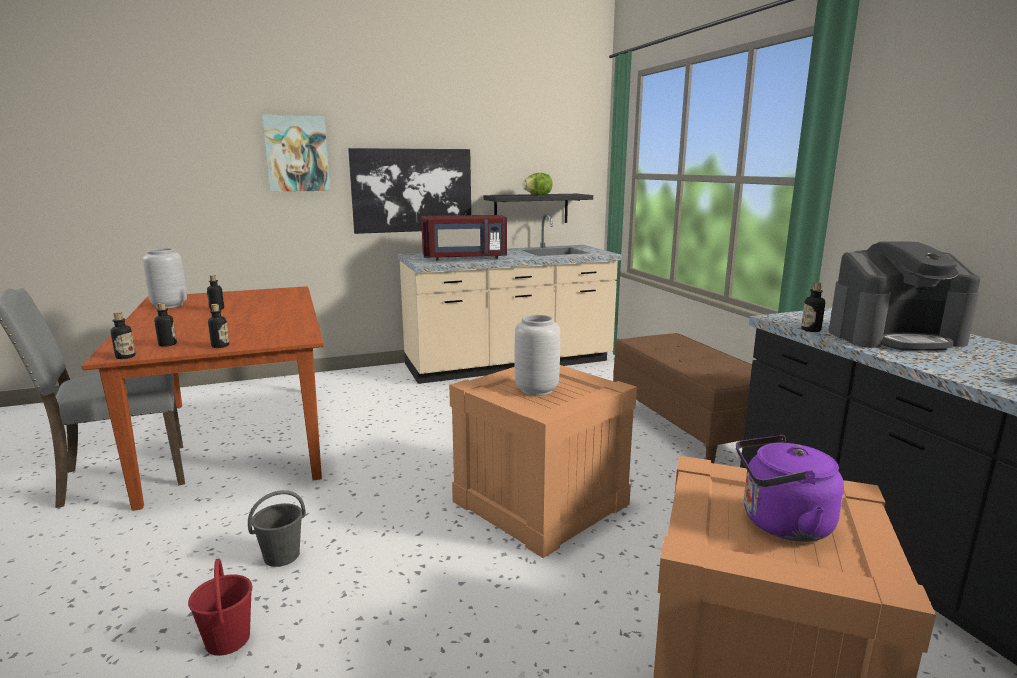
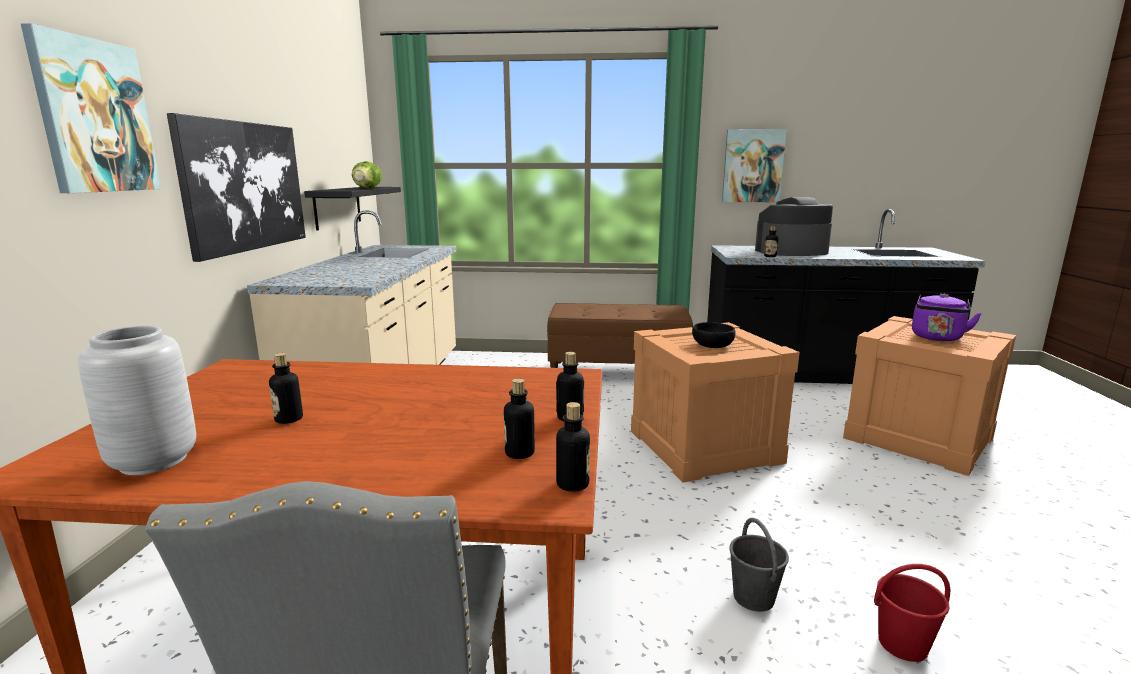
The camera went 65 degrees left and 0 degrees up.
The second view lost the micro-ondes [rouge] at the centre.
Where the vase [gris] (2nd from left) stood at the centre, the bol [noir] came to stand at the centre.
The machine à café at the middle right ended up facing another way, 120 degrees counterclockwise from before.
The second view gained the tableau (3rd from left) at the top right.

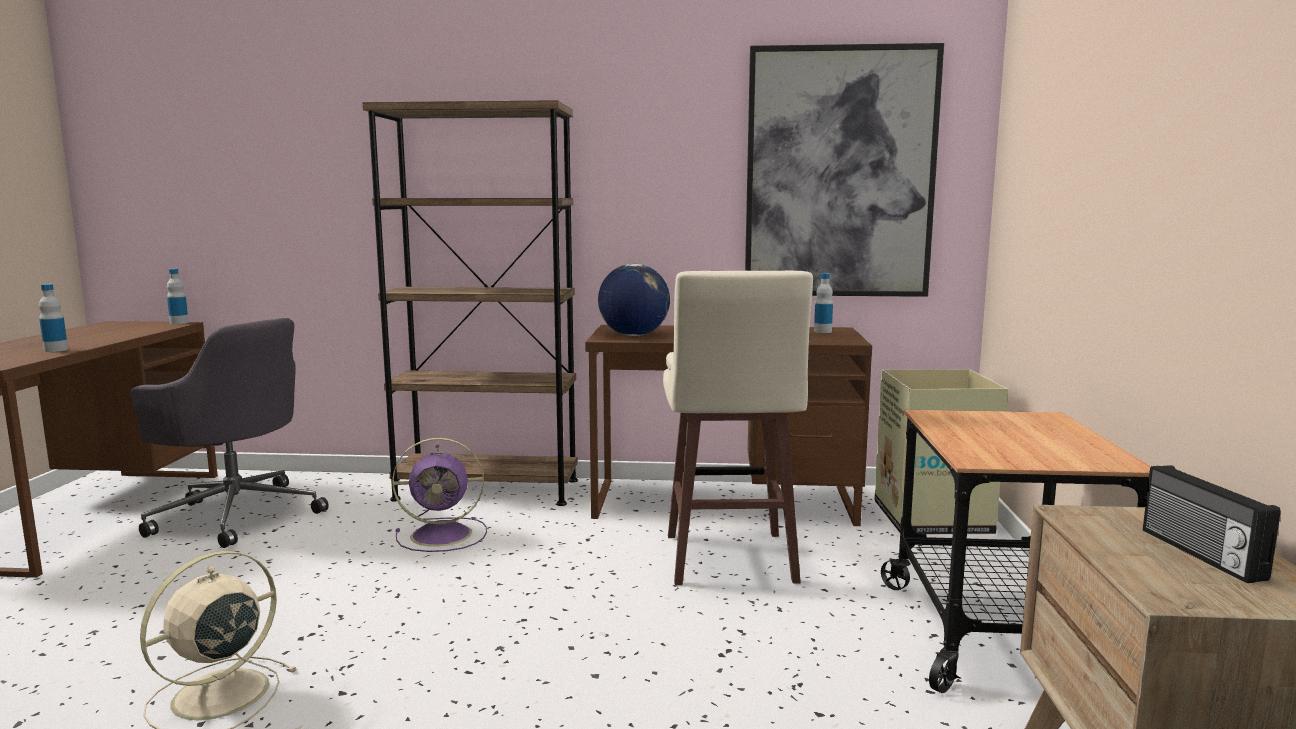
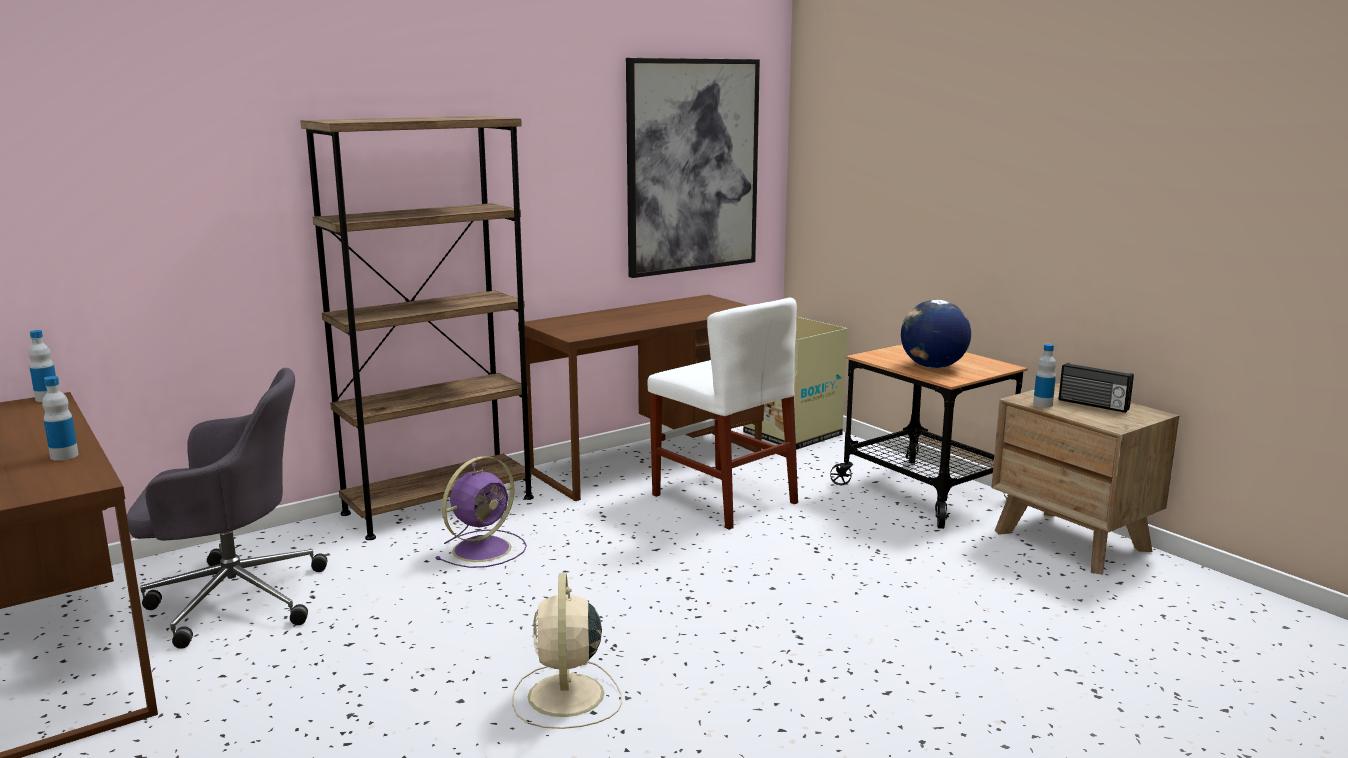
The camera went 40 degrees left and 5 degrees up.
The globe ended up elsewhere, having gone from the centre to the middle right.
Where the tabouret [beige] stood at the centre, the chaise [blanc] came to stand at the centre.
The bouteille (3rd from left) ended up elsewhere, having gone from the centre to the middle right.

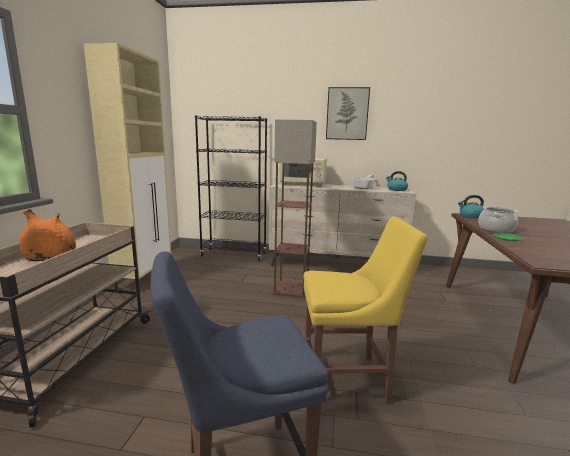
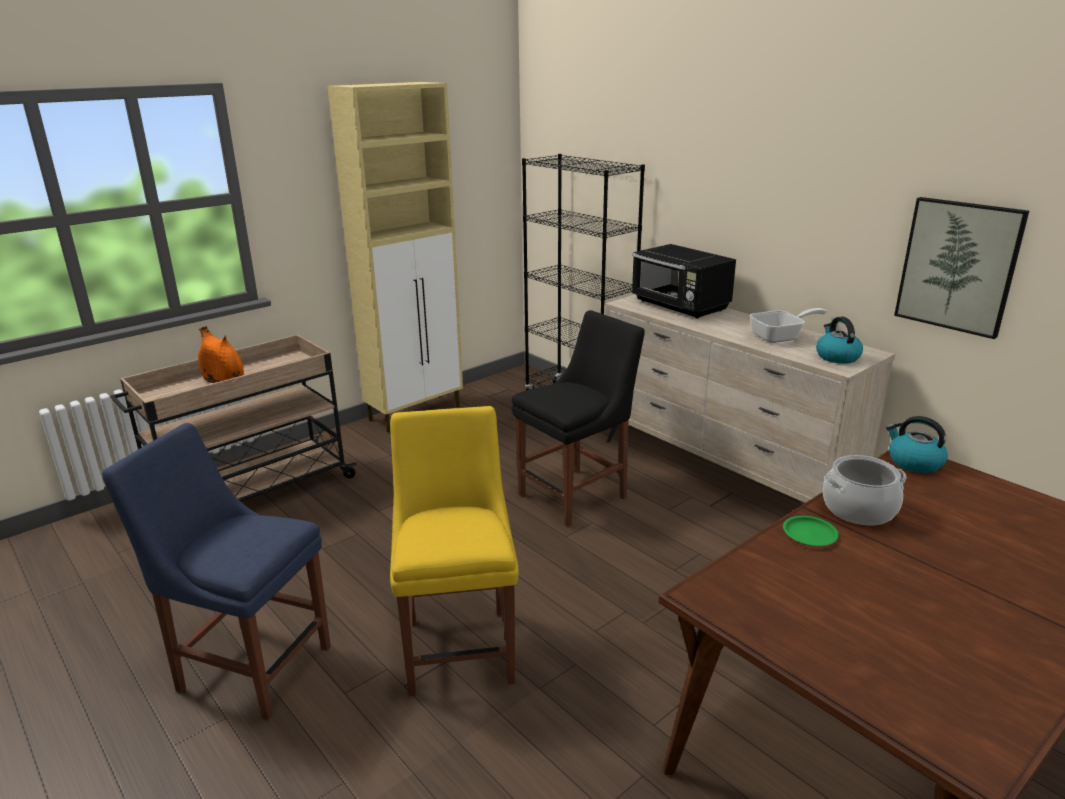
The camera went 40 degrees right and 10 degrees up.
Where the lampadaire stood at the centre, the chaise [noir] came to stand at the centre.
What was the micro-ondes [beige] at the centre turned into the micro-ondes [noir] at the centre.
The chaise [jaune] at the bottom centre ended up facing another way, 135 degrees counterclockwise from before.
The tableau ended up elsewhere, having gone from the top centre to the middle right.

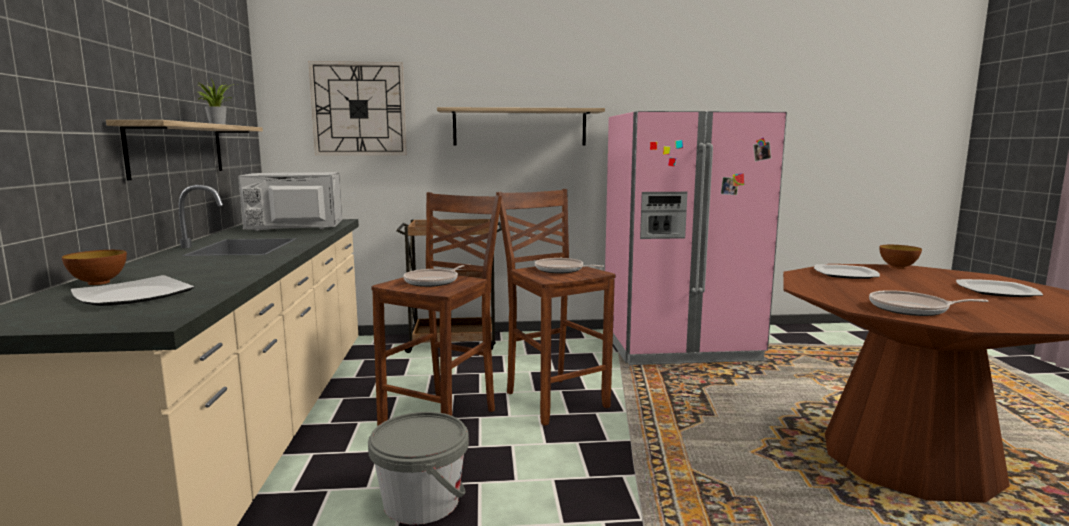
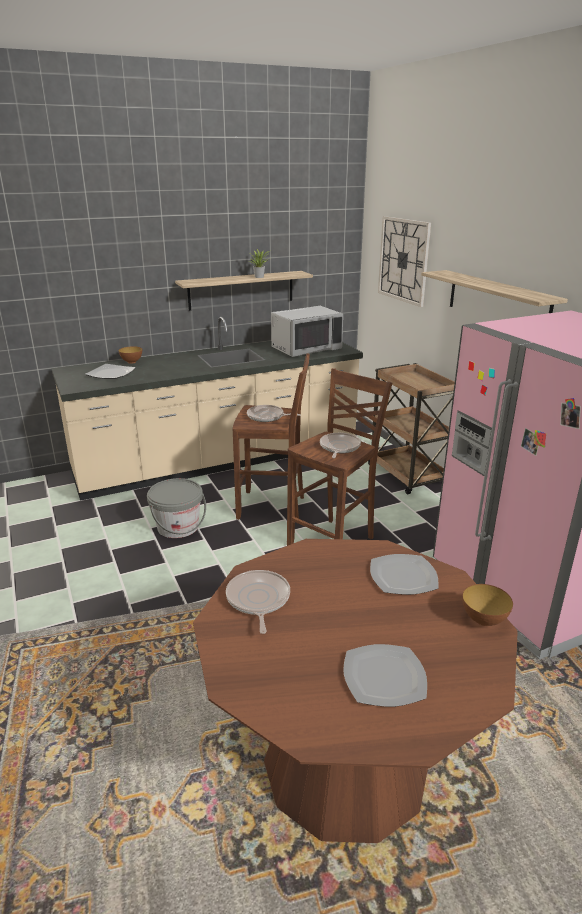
The camera went 70 degrees right and 15 degrees up.
The micro-ondes [gris] at the middle left ended up facing another way, 90 degrees clockwise from before.

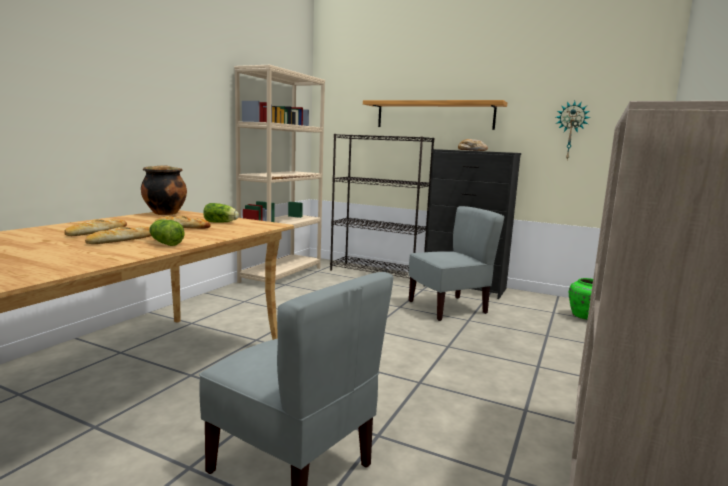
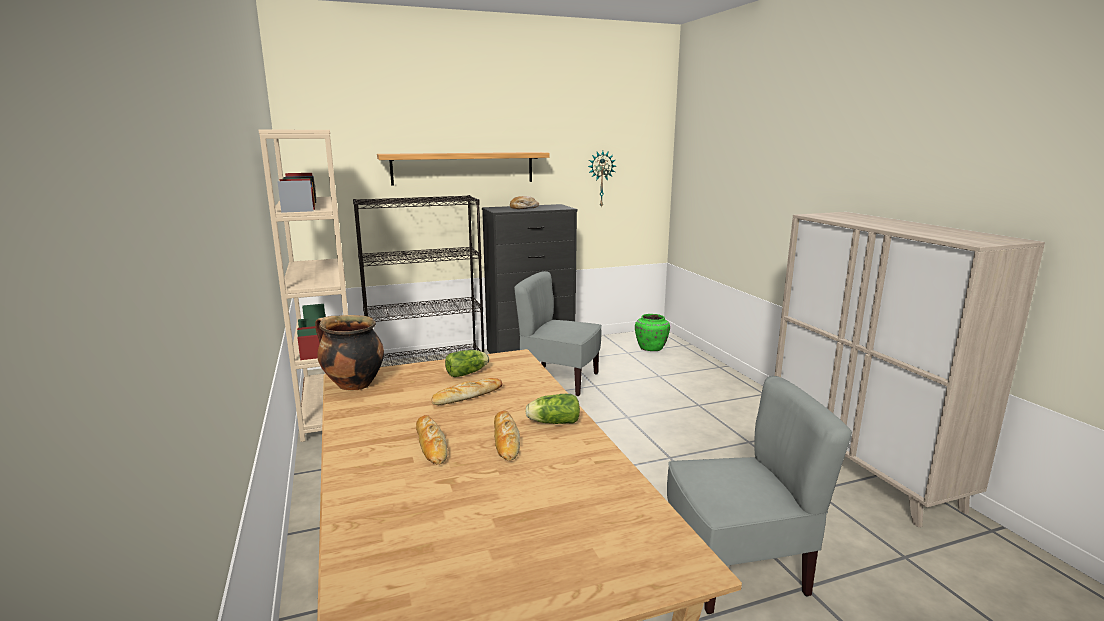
The camera went 45 degrees left and 5 degrees up.
The chaise [gris] (2nd from left in the first image) at the centre ended up facing another way, 90 degrees counterclockwise from before.

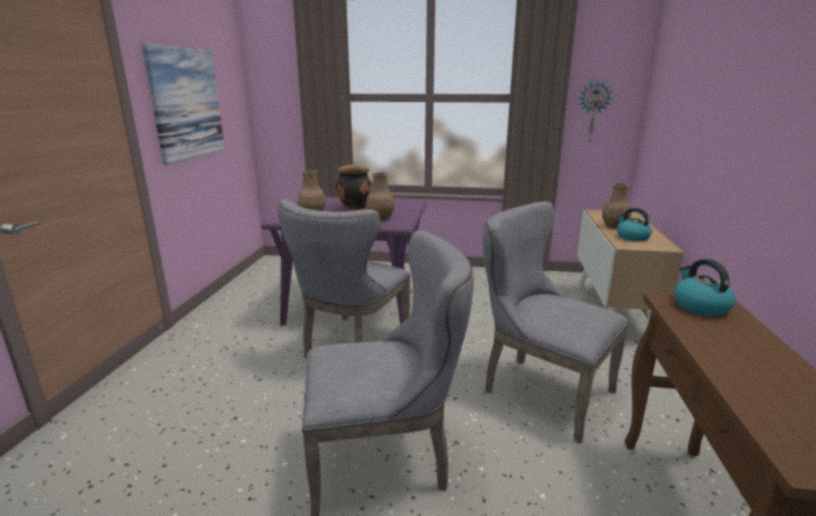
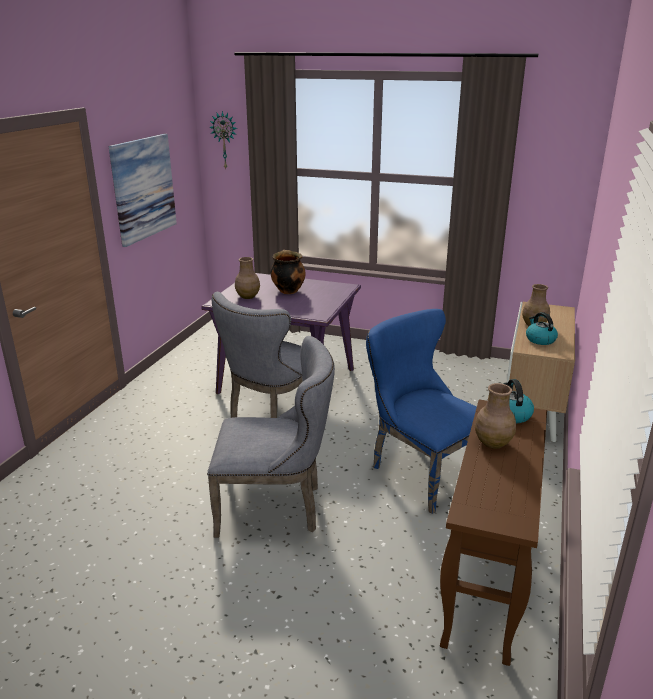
The camera went 10 degrees right and 5 degrees up.
The vase [marron] (2nd from left) ended up elsewhere, having gone from the centre to the middle right.
What was the chaise [gris] (3rd from left) at the middle right turned into the chaise [bleu] at the centre.
The horloge murale ended up elsewhere, having gone from the top right to the top centre.

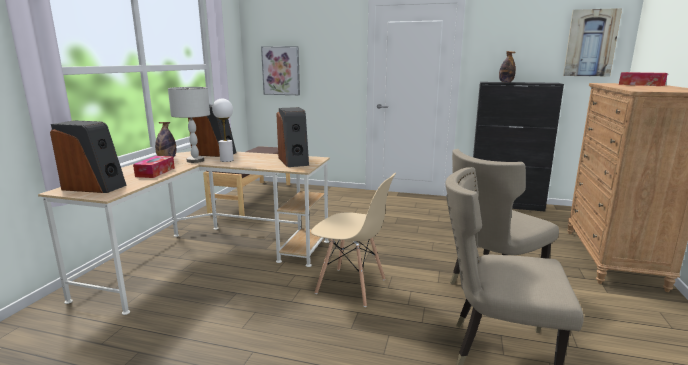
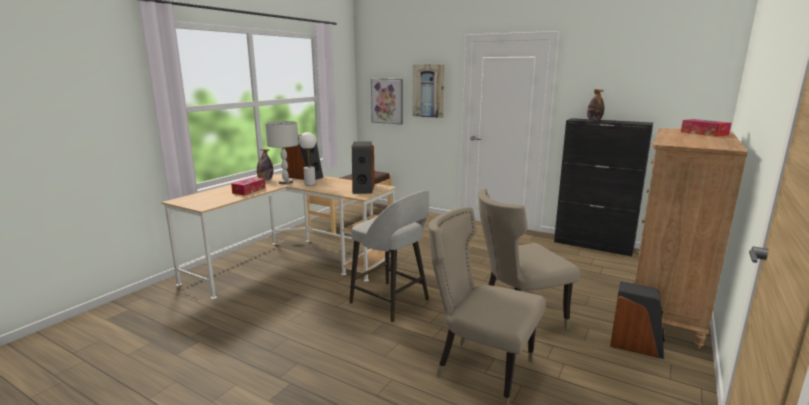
The camera went 15 degrees right and 0 degrees up.
The enceinte (1st from left in the first image) ended up elsewhere, having gone from the middle left to the bottom right.
Where the chaise [beige] (1st from left) stood at the centre, the tabouret [gris] came to stand at the centre.
The tableau (2nd from left) ended up elsewhere, having gone from the top right to the top centre.

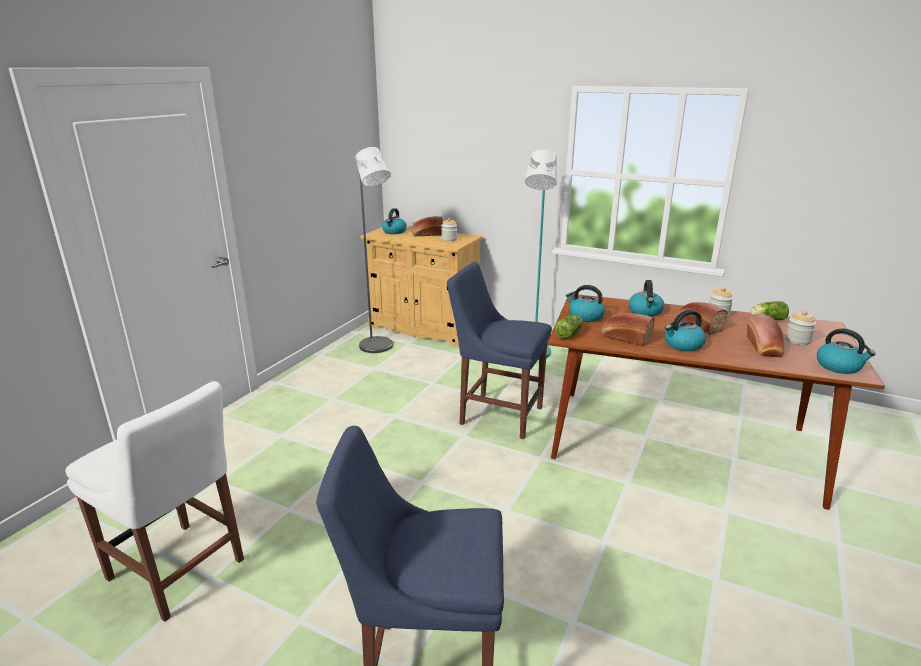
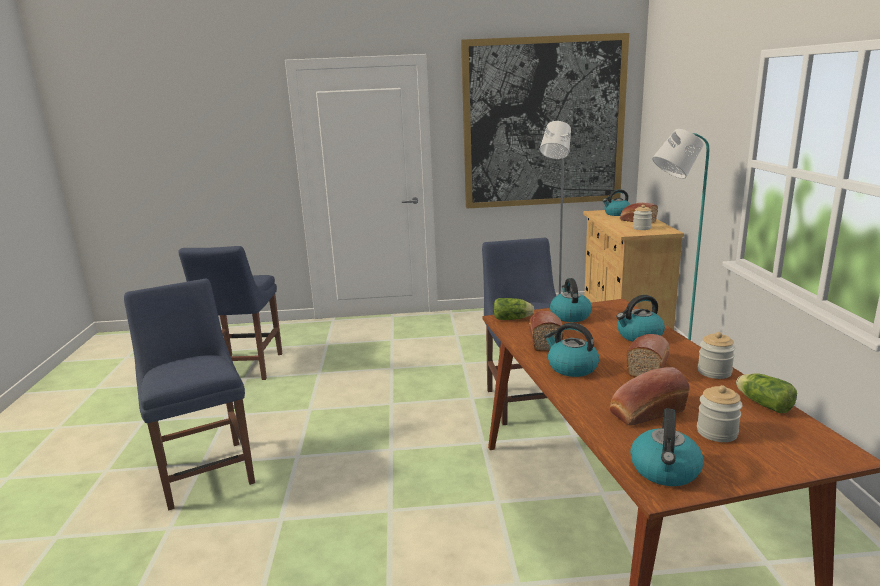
The camera went 60 degrees right and 5 degrees down.
What was the chaise [blanc] at the bottom left turned into the chaise [bleu] (2nd from left) at the middle left.
The second view gained the tableau at the top centre.

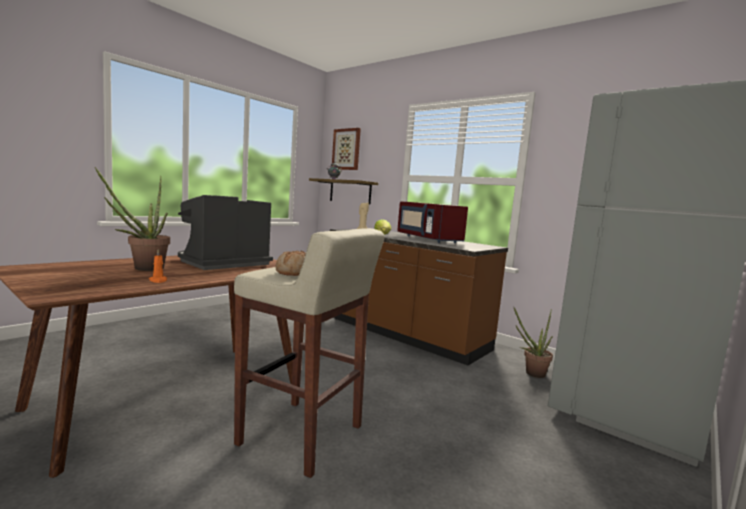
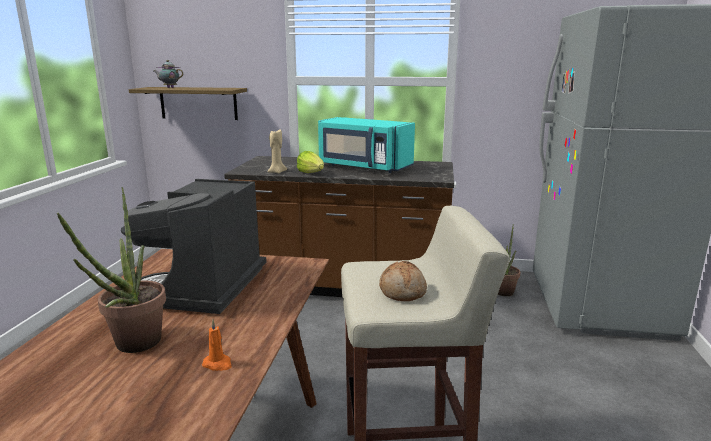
The camera went 30 degrees left and 10 degrees up.
The second view lost the tableau at the top centre.
What was the micro-ondes [rouge] at the centre turned into the micro-ondes [turquoise] at the top centre.

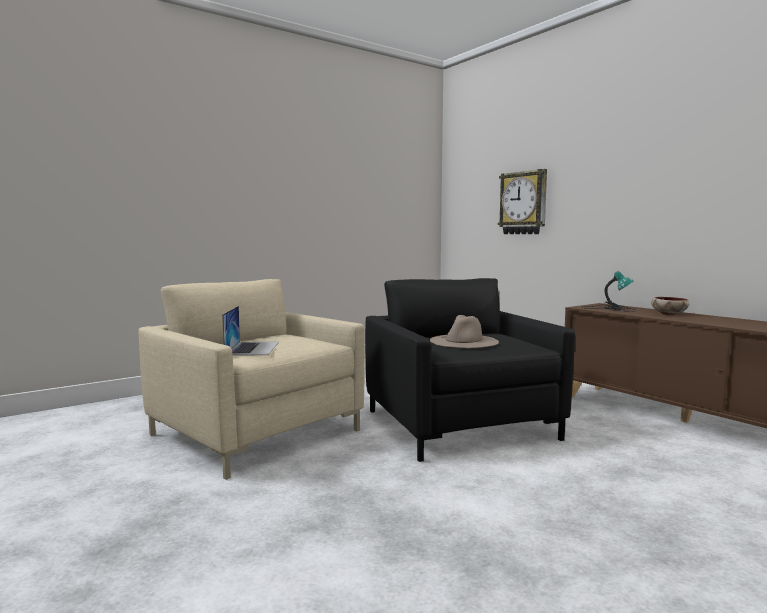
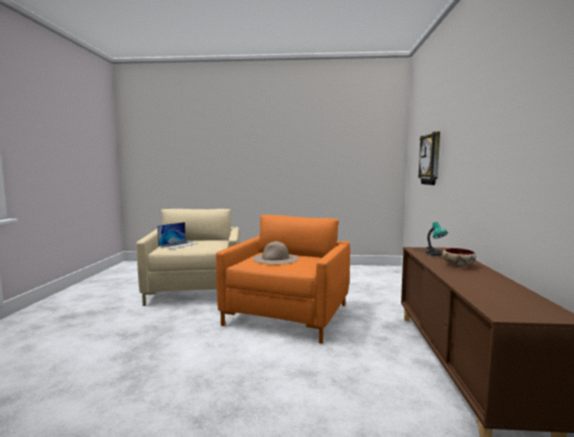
The camera went 40 degrees right and 0 degrees up.
What was the fauteuil [noir] at the centre turned into the fauteuil [orange] at the centre.

